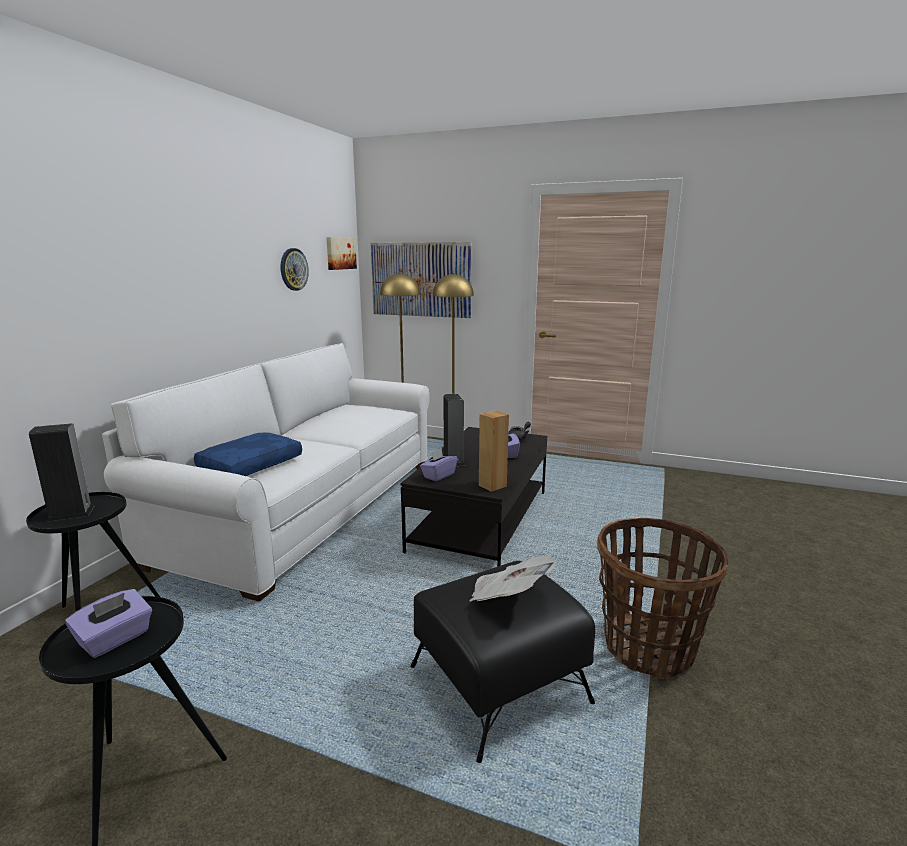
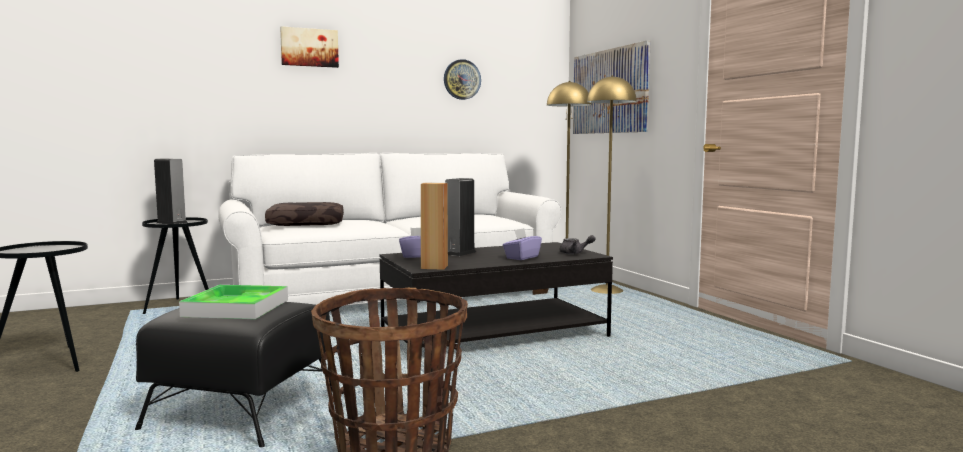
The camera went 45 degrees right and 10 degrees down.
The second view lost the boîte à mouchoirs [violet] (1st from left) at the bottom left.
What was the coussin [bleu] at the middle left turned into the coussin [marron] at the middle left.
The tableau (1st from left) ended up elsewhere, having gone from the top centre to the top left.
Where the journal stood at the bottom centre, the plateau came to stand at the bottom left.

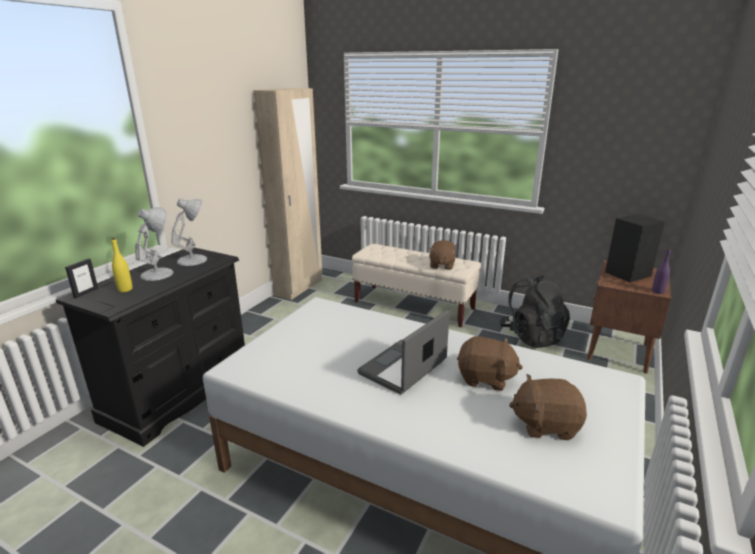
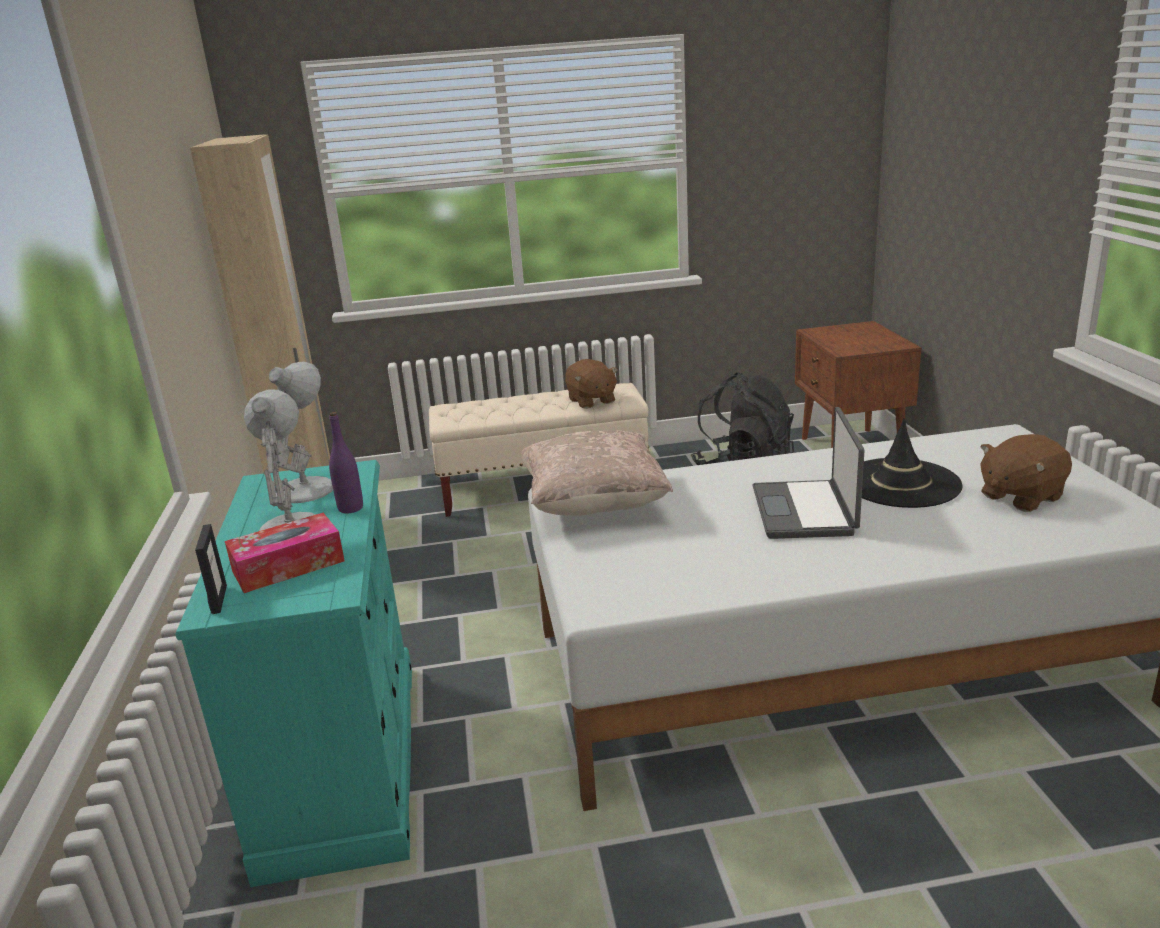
The camera went 35 degrees left and 0 degrees up.
What was the commode [noir] at the middle left turned into the commode [turquoise] at the bottom left.
Where the bouteille [jaune] stood at the middle left, the boîte à mouchoirs came to stand at the middle left.
Where the peluche [marron] (2nd from left) stood at the centre, the chapeau [noir] came to stand at the middle right.
The second view lost the enceinte [noir] at the middle right.
The bouteille [violet] ended up elsewhere, having gone from the middle right to the middle left.
The second view gained the coussin [beige] at the centre.

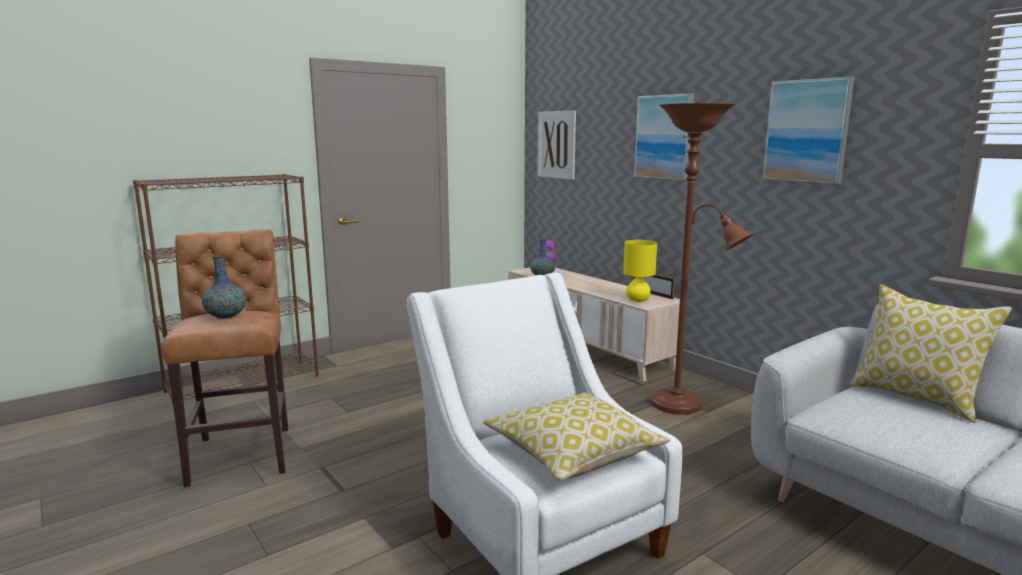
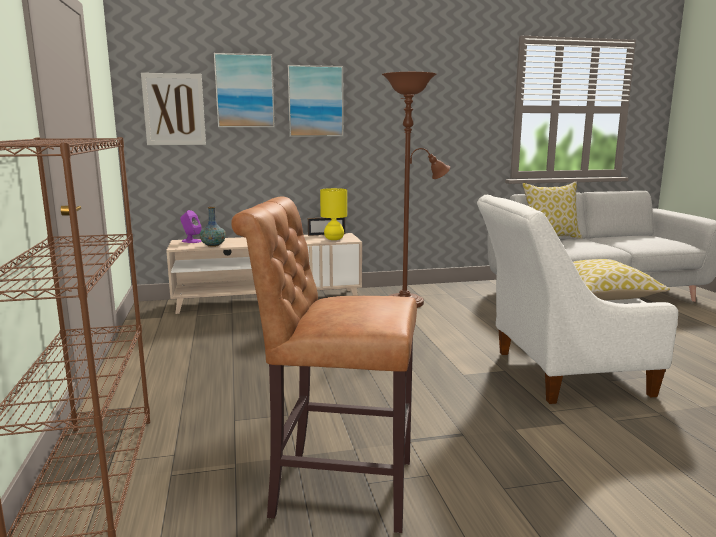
The camera went 65 degrees left and 0 degrees up.
The second view lost the vase (1st from left) at the middle left.
The tableau (3rd from left in the first image) ended up elsewhere, having gone from the top right to the top centre.

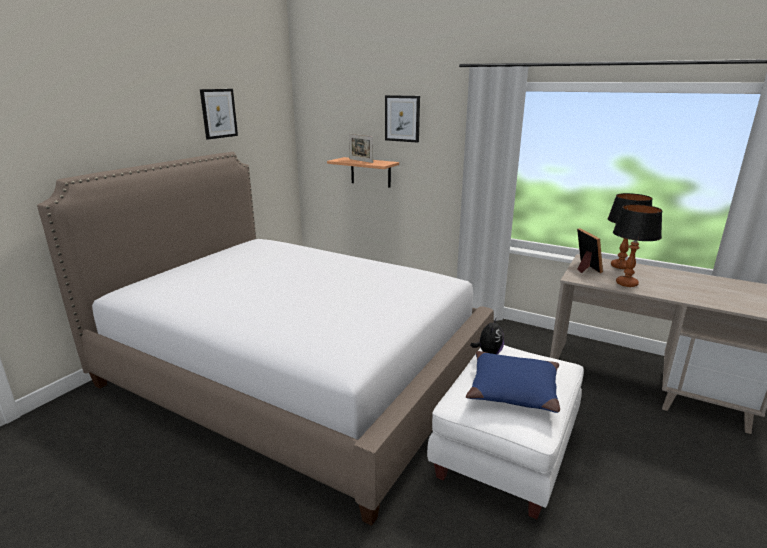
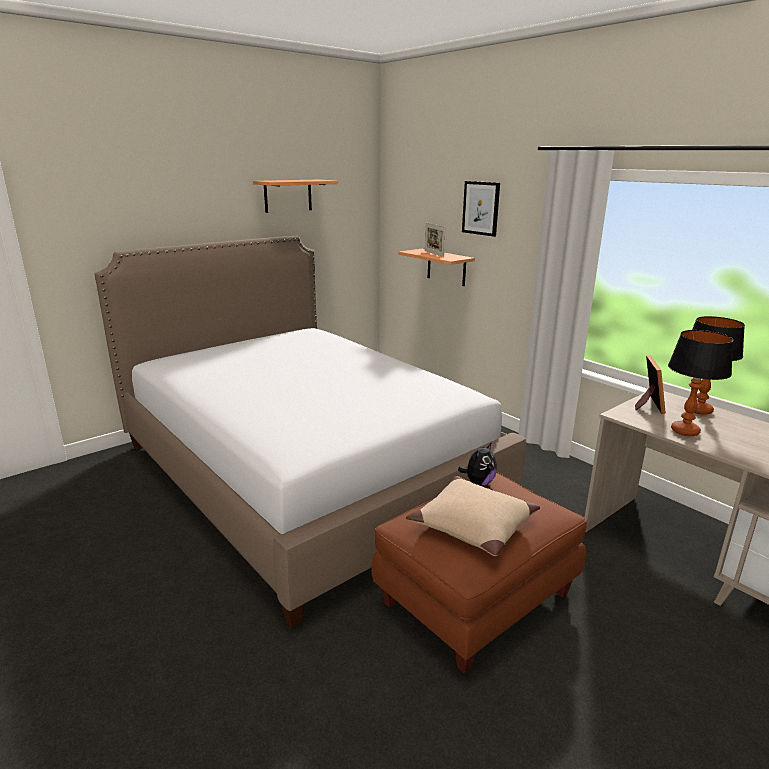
The camera went 20 degrees right and 0 degrees up.
Where the tableau (1st from left) hung at the top left, the étagère (1st from left) came to hang at the top centre.
What was the pouf [blanc] at the bottom centre turned into the pouf [marron] at the bottom centre.
What was the coussin [bleu] at the bottom right turned into the coussin [beige] at the bottom centre.

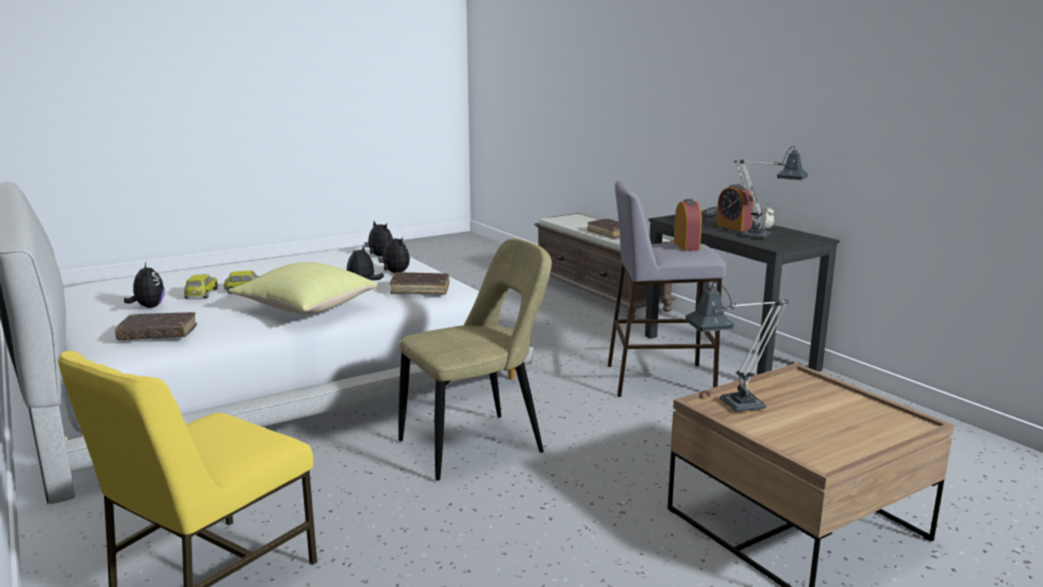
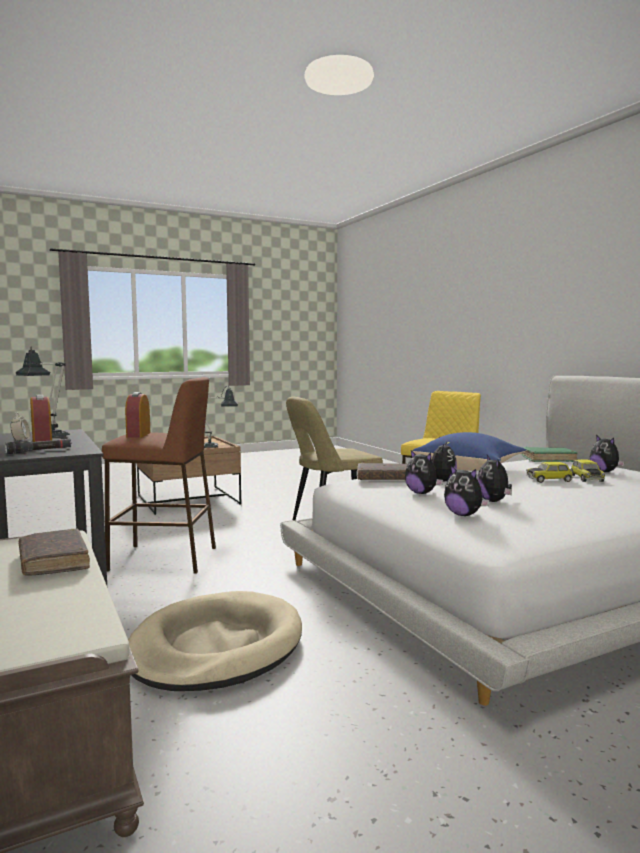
The camera went 175 degrees left and 10 degrees down.
What was the livre [marron] (1st from left) at the middle left turned into the livre [vert] at the middle right.
What was the coussin [jaune] at the middle left turned into the coussin [bleu] at the middle right.
What was the tabouret [gris] at the centre turned into the tabouret [marron] at the middle left.
The second view gained the panier pour chien [beige] at the bottom centre.
The second view gained the peluche (4th from left) at the middle right.

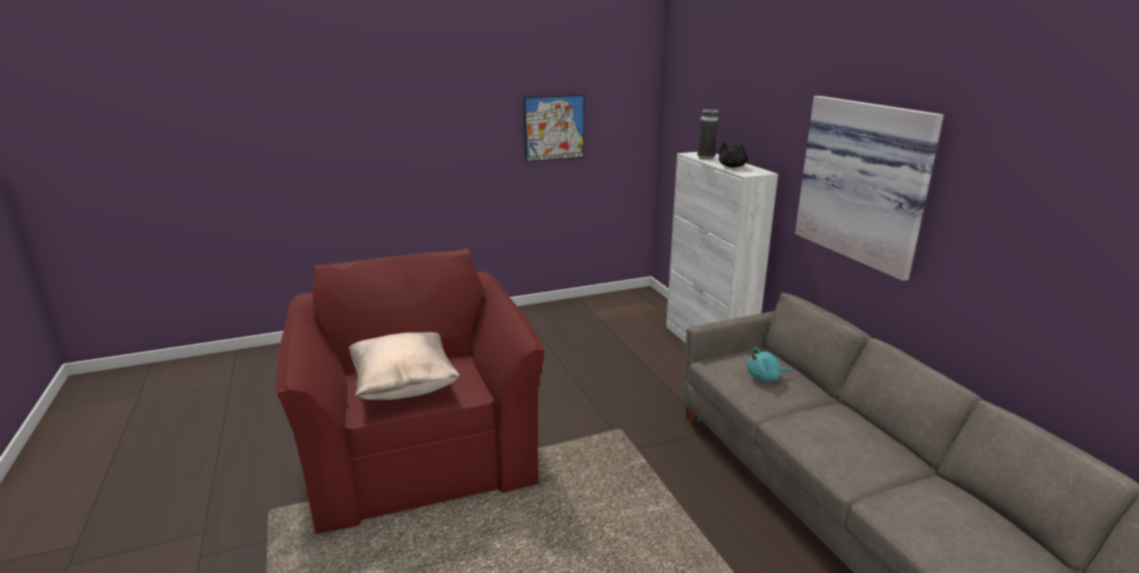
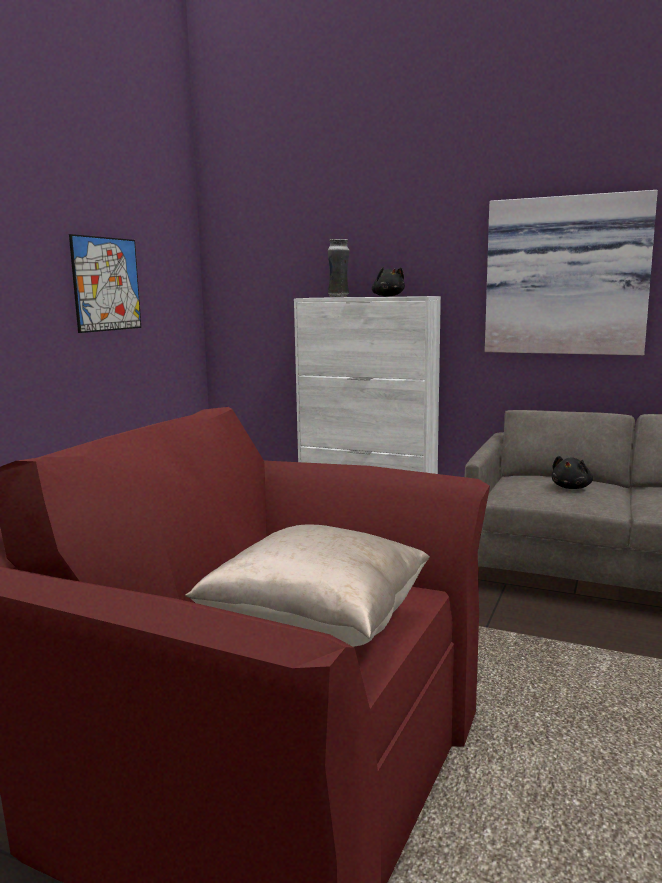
The camera went 45 degrees left and 10 degrees down.
What was the peluche [turquoise] at the middle right turned into the peluche [noir] (2nd from left) at the middle right.

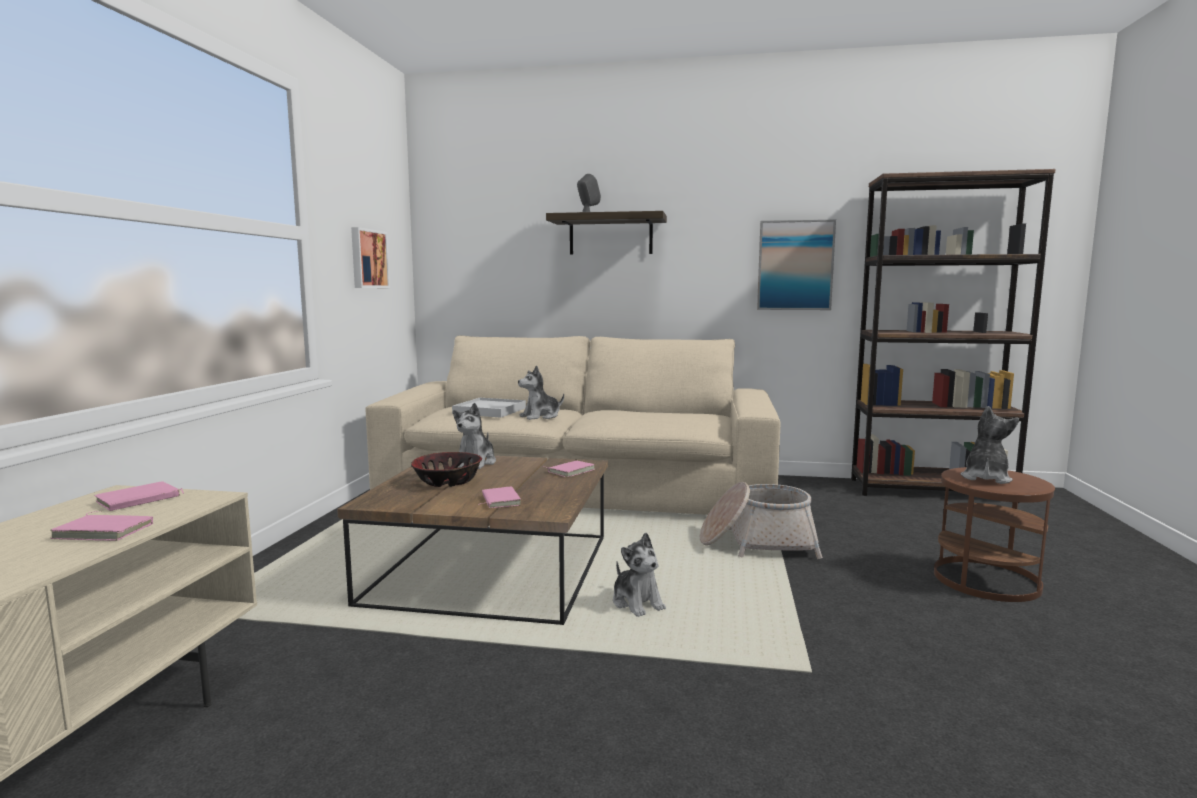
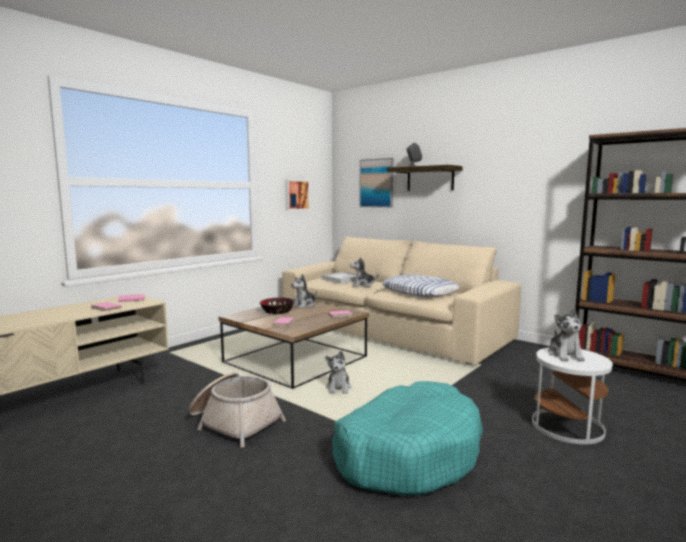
The camera went 30 degrees right and 0 degrees up.
The panier ended up elsewhere, having gone from the centre to the bottom centre.
The tableau (2nd from left) ended up elsewhere, having gone from the top centre to the centre.
What was the table d'appoint [marron] at the bottom right turned into the table d'appoint [blanc] at the bottom right.
The peluche (4th from left) at the middle right ended up facing another way, 120 degrees clockwise from before.
The second view gained the panier pour chien [turquoise] at the bottom centre.
The second view gained the coussin at the centre.

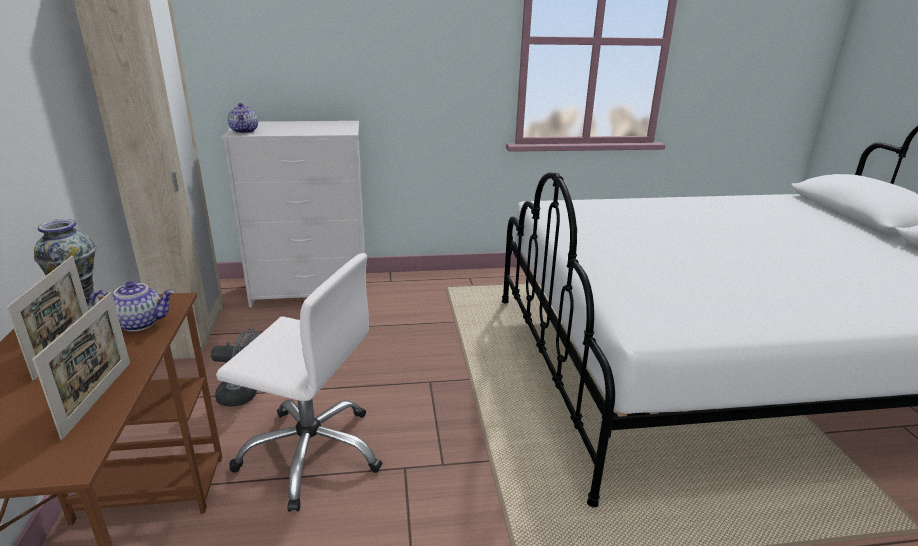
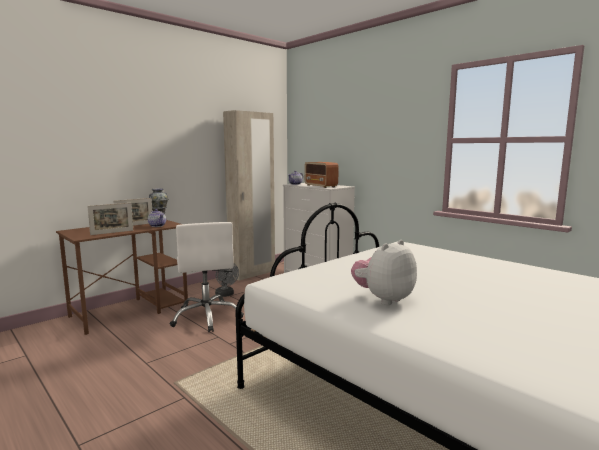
The camera went 55 degrees right and 15 degrees down.
The second view gained the radio at the centre.
The second view gained the peluche at the centre.

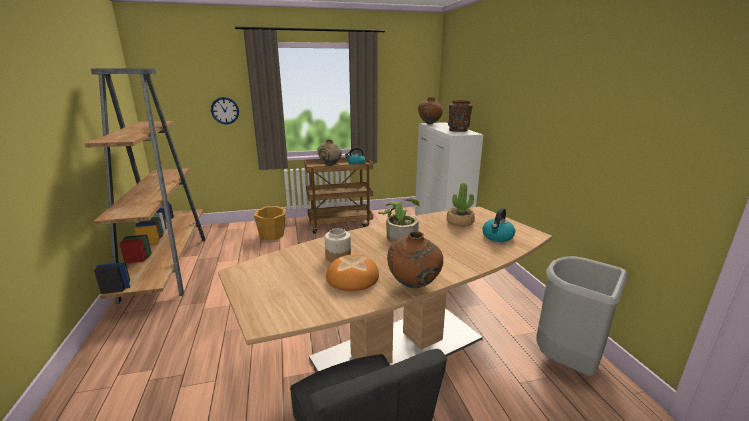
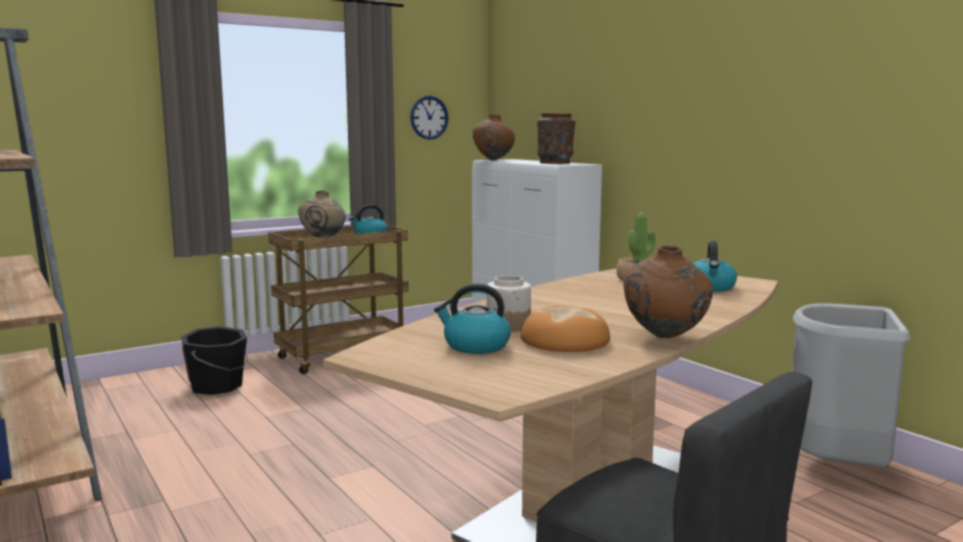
The camera went 20 degrees left and 10 degrees down.
The horloge murale ended up elsewhere, having gone from the top left to the top centre.
What was the seau [orange] at the centre turned into the seau [noir] at the middle left.
The second view lost the plante en pot (1st from left) at the centre.
The second view gained the bouilloire (2nd from left) at the centre.

